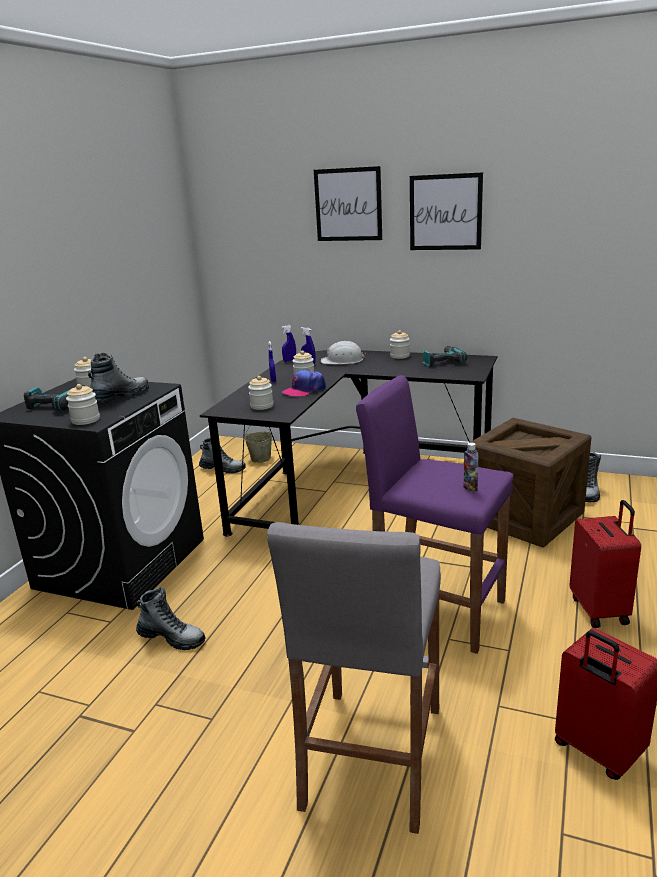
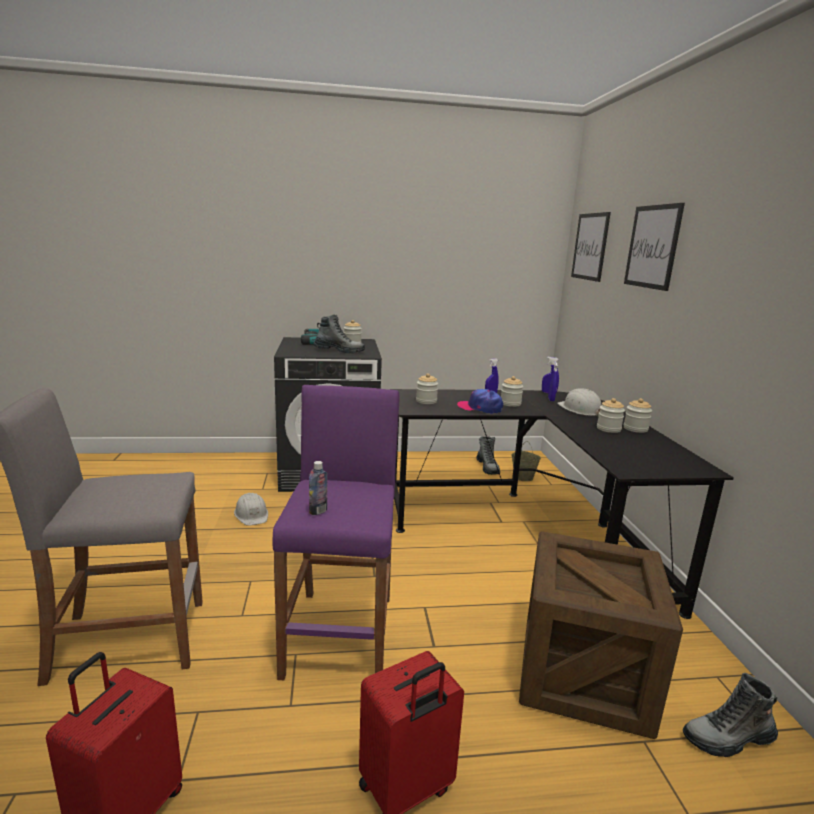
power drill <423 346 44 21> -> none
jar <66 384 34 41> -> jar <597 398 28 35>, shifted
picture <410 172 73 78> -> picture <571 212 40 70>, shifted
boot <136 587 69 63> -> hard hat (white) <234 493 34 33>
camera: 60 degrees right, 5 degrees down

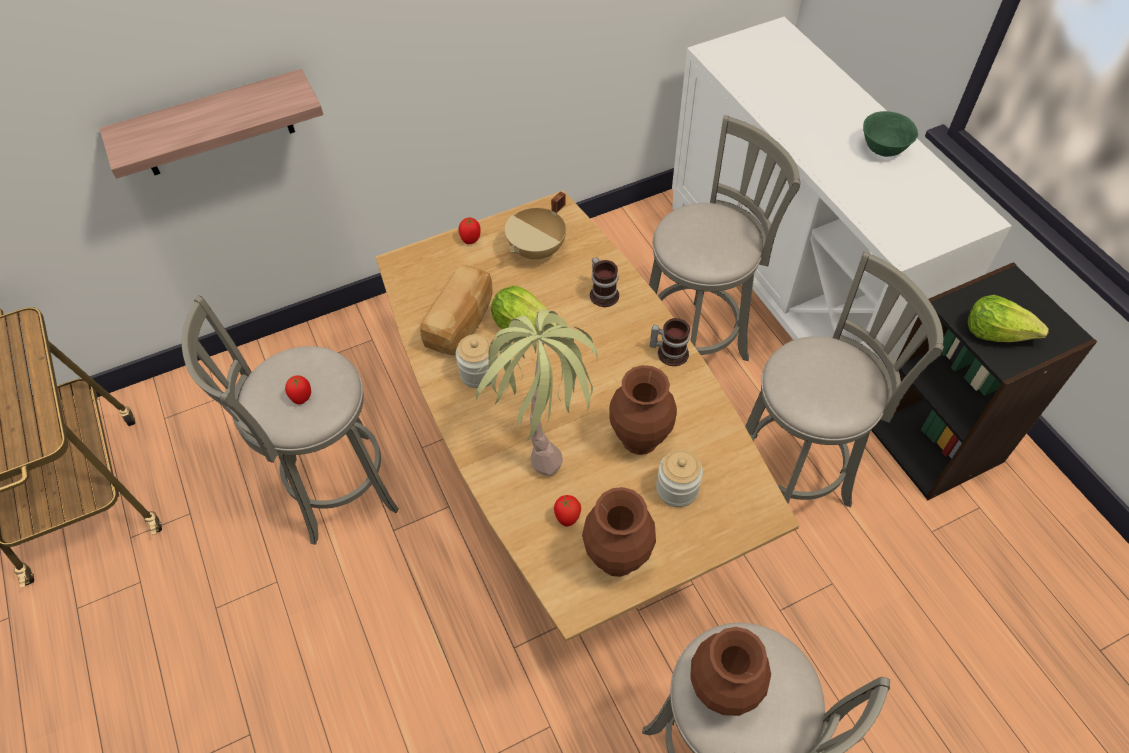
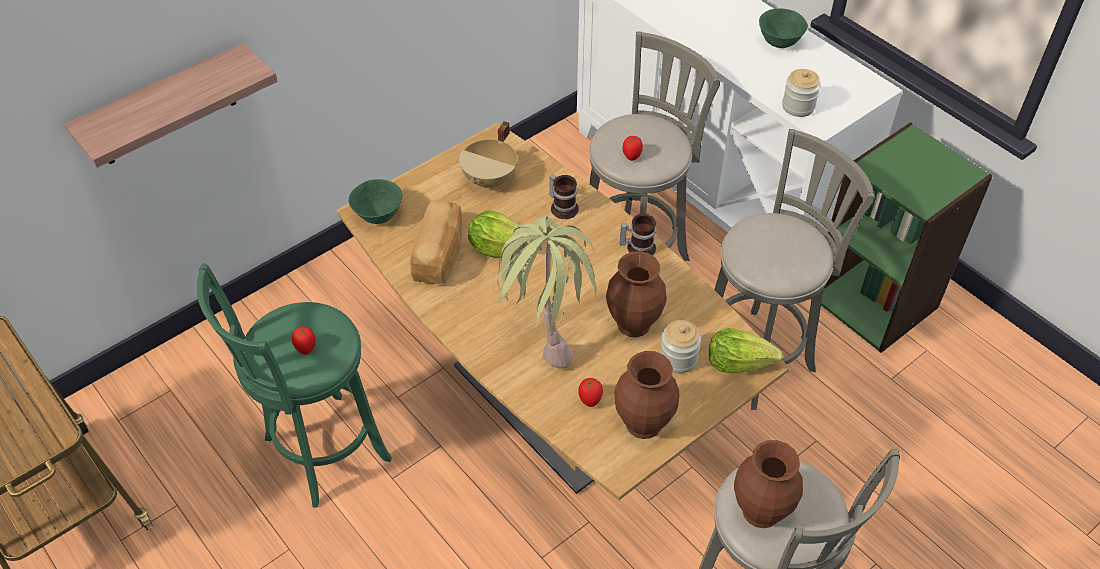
none -> bowl (green) <348 179 55 45>
jar <456 334 42 54> -> jar <782 69 39 48>, shifted
tomato <459 218 22 26> -> tomato <622 136 21 25>, shifted
lettuce <968 295 81 47> -> lettuce <709 328 74 45>, shifted
stool (grey) <182 296 217 249> -> stool (green) <197 263 195 245>
bookcase (black) <871 262 226 238> -> bookcase (green) <821 122 172 231>
camera: 15 degrees left, 5 degrees down

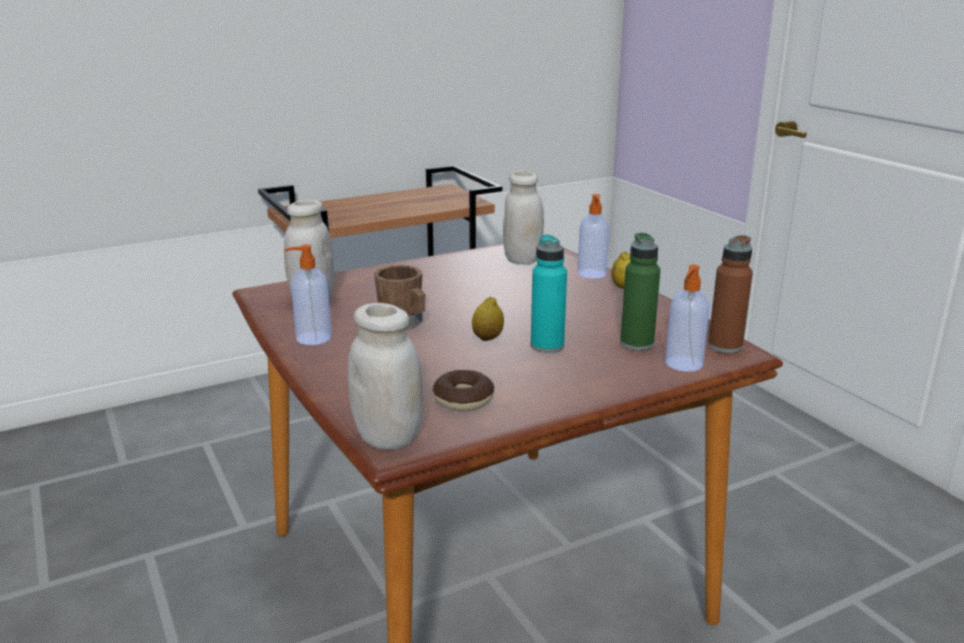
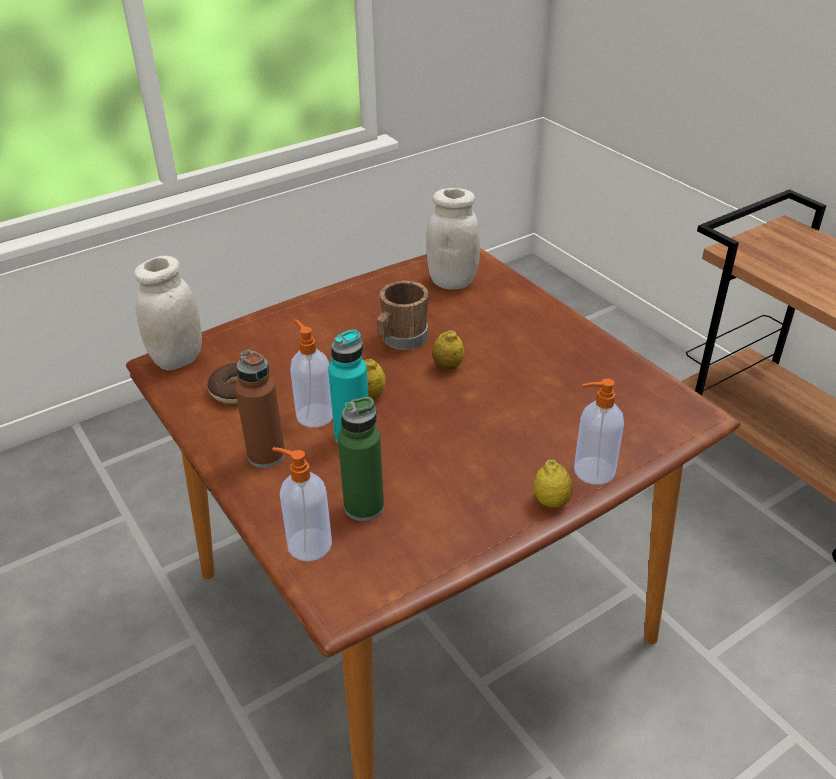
jar (white) <503 171 41 94> -> none
none -> lemon <432 330 32 40>
soap dispenser <284 244 48 101> -> soap dispenser <290 319 43 109>, shifted
bottle (brown) <708 235 45 118> -> bottle (brown) <235 350 50 118>, shifted
camera: 85 degrees right, 15 degrees up

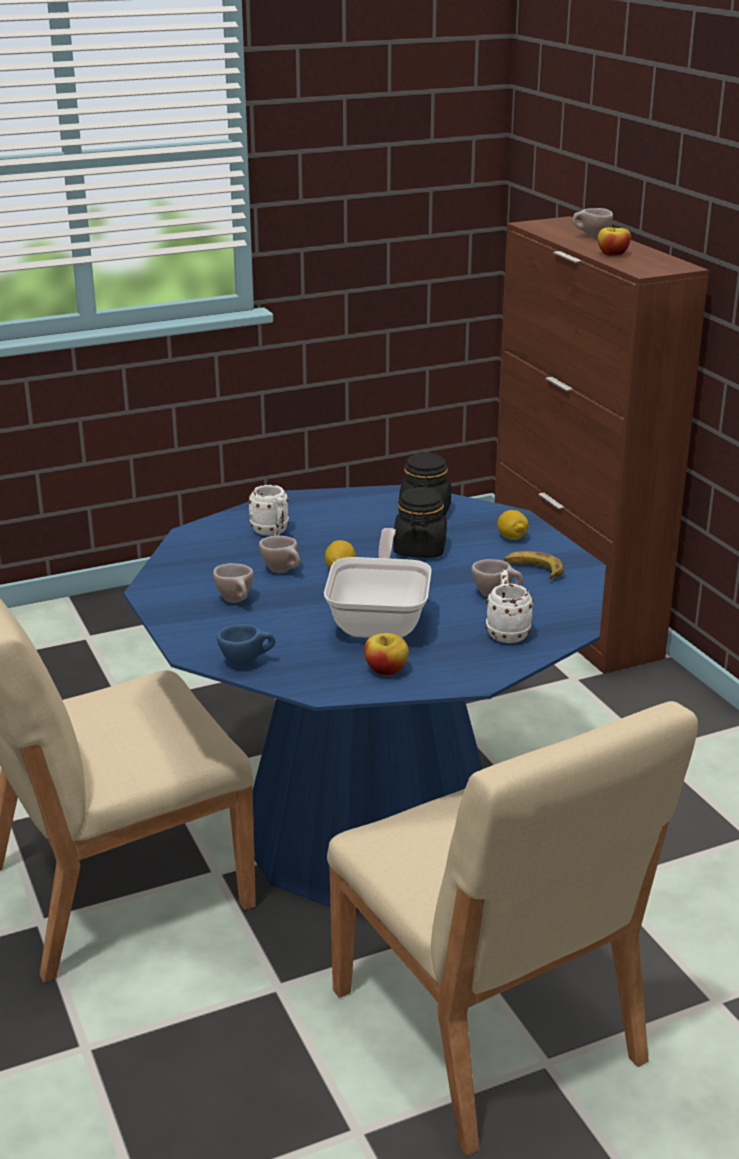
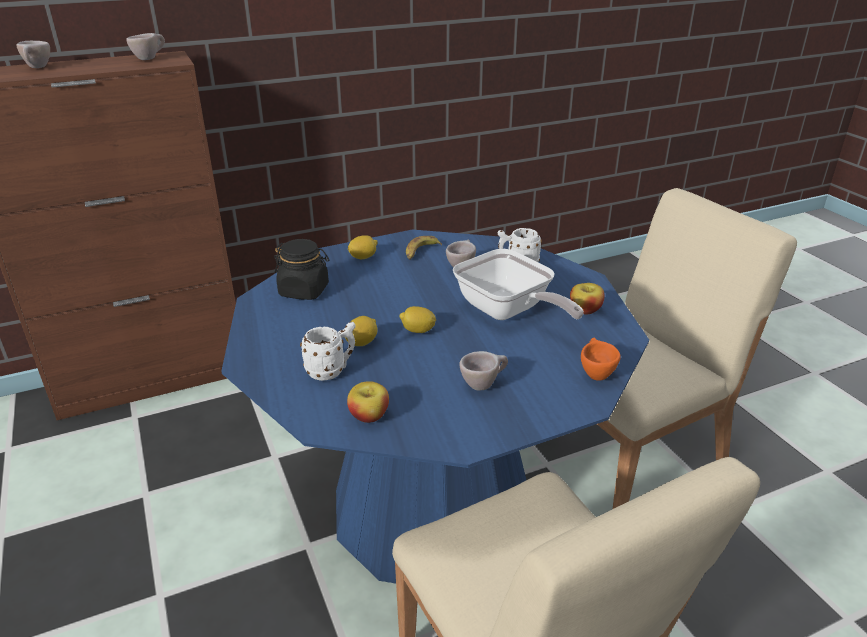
jar (black) <393 487 54 71> -> none
none -> lemon <345 316 33 30>
cup (beige) <259 536 41 37> -> cup (beige) <126 33 39 27>, shifted
apple <598 227 33 29> -> apple <347 381 42 42>, shifted
cup (blue) <217 624 58 43> -> cup (orange) <581 338 40 43>
frying pan <324 528 108 110> -> frying pan <453 249 131 71>, 135 degrees counterclockwise
camera: 90 degrees left, 5 degrees up

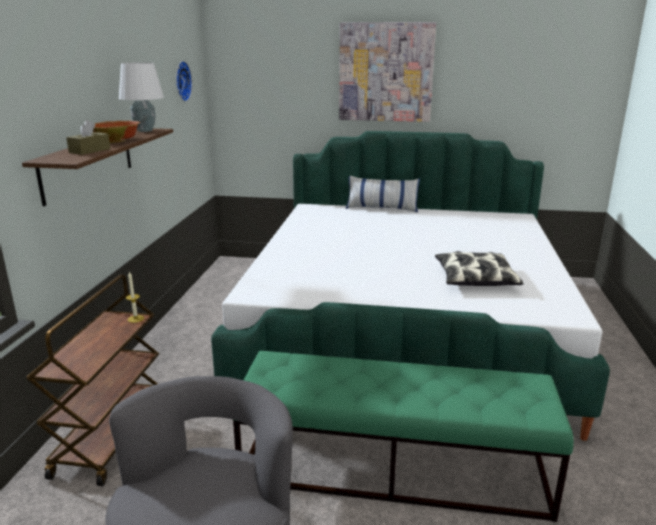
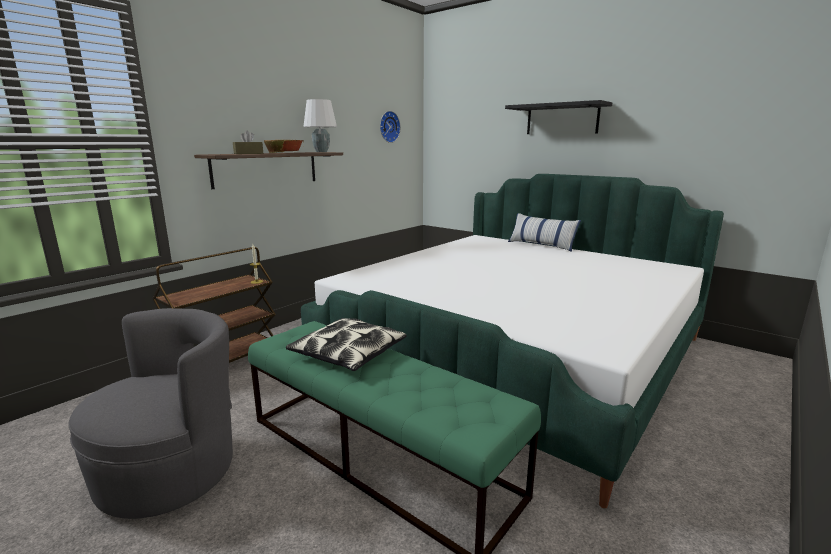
pillow <435 251 89 35> -> pillow <286 318 121 53>, shifted
picture <339 22 97 100> -> shelf (black) <505 100 107 34>
camera: 30 degrees right, 5 degrees down

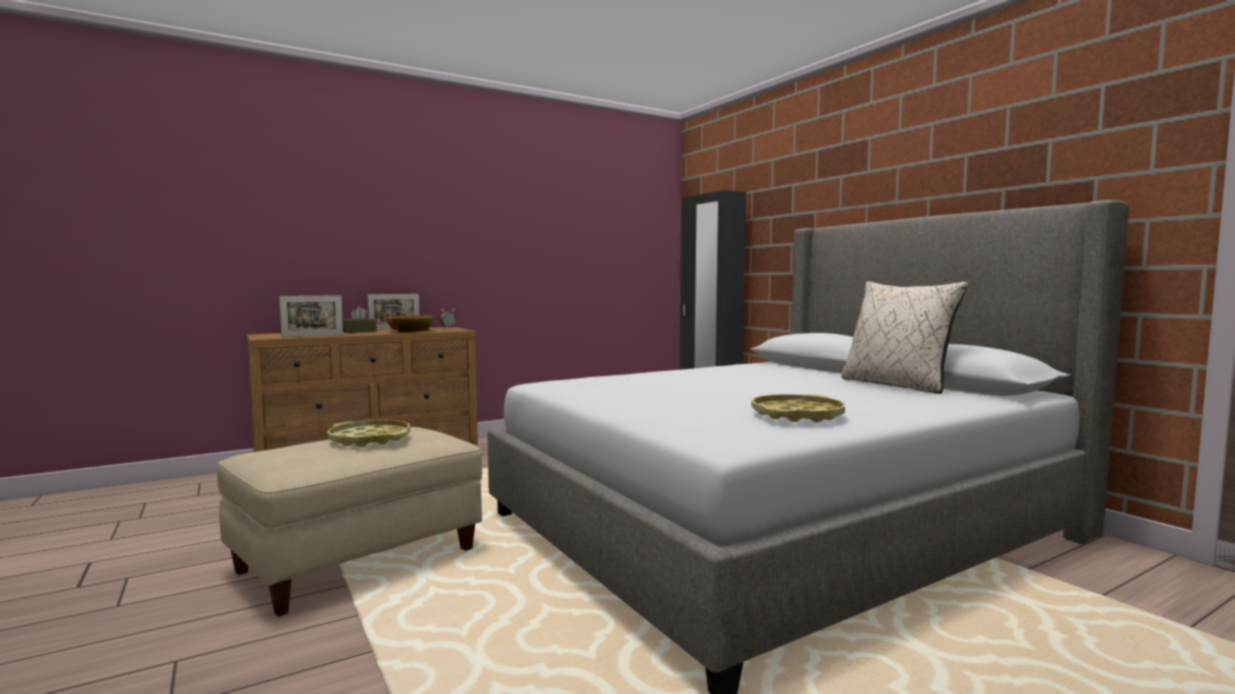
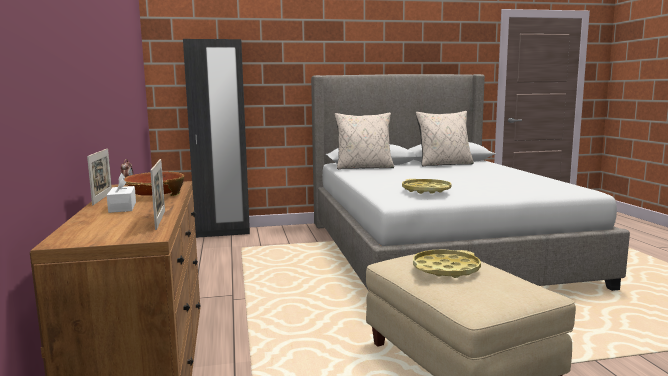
none -> pillow (beige) <335 112 59 57>
tray (yellow) <751 394 94 29> -> tray (yellow) <402 179 49 15>, shifted
tissue box (brown) <342 307 35 26> -> tissue box (white) <107 173 29 40>
camera: 70 degrees left, 5 degrees up

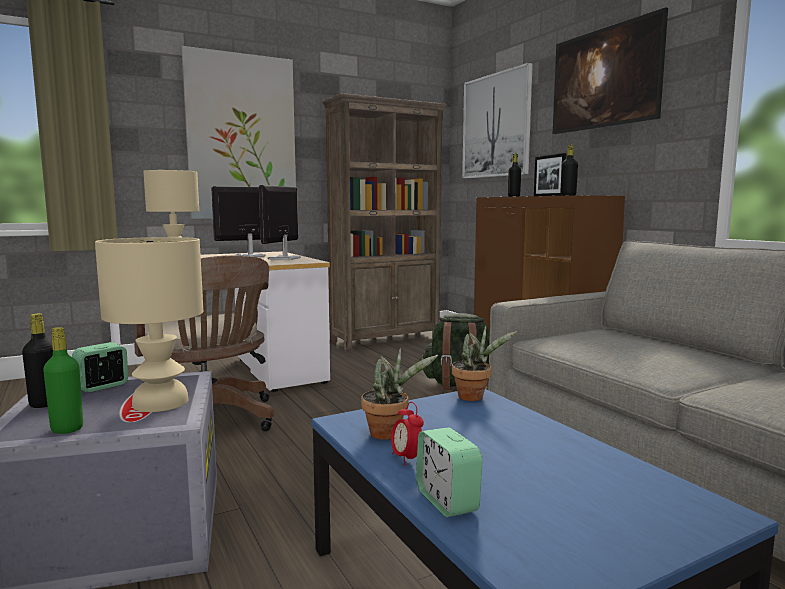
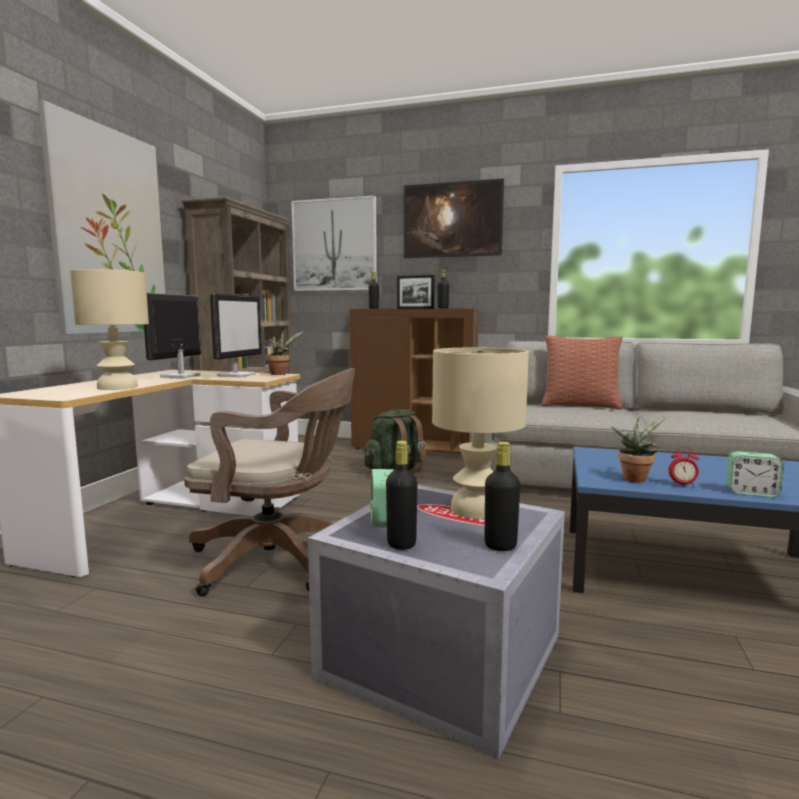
none -> pillow <542 335 80 75>
potted plant <452 325 65 76> -> potted plant <266 331 38 44>, shifted
bottle (green) <43 327 40 107> -> bottle (black) <485 442 35 109>
monitor <259 185 42 75> -> monitor <210 293 52 84>, 135 degrees counterclockwise
camera: 45 degrees left, 0 degrees up

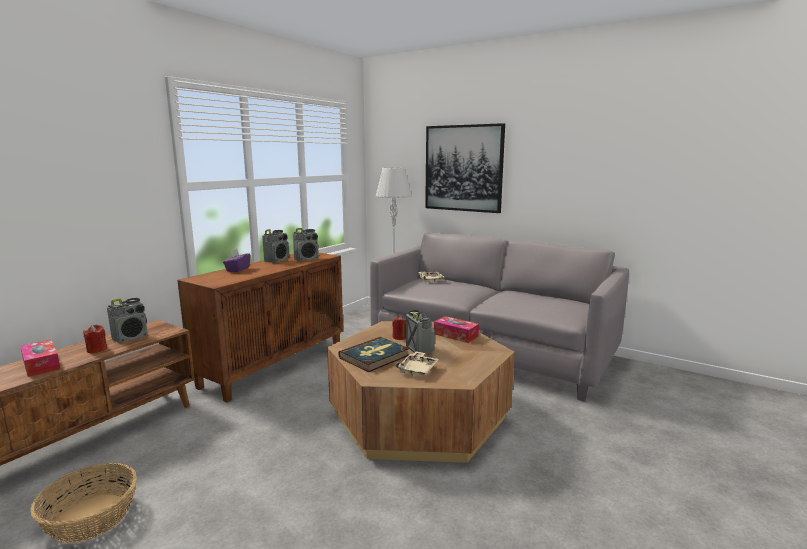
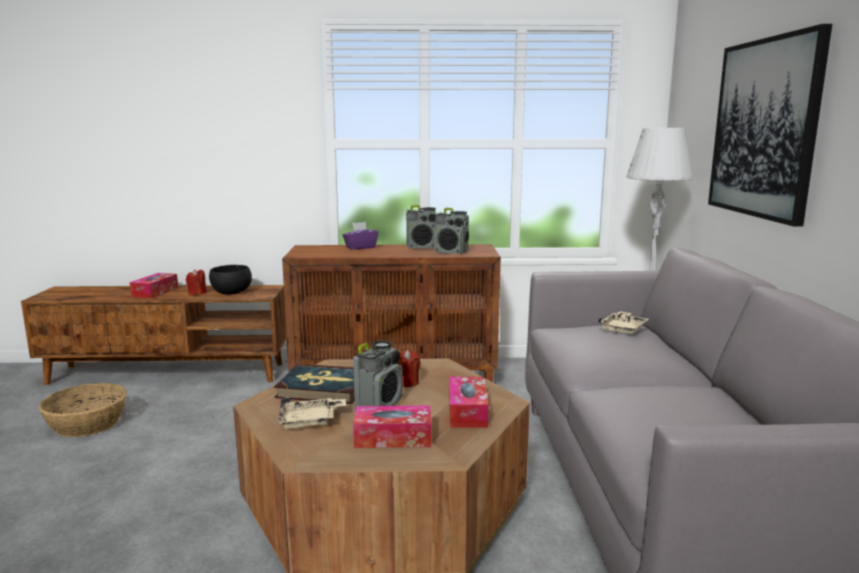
none -> tissue box <353 405 78 43>
radio <107 298 41 45> -> bowl (black) <209 265 43 30>
camera: 55 degrees right, 0 degrees up

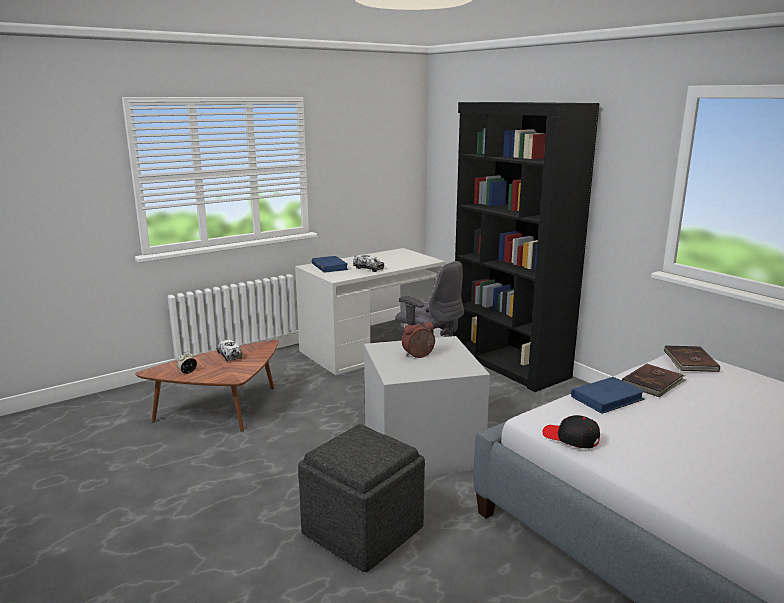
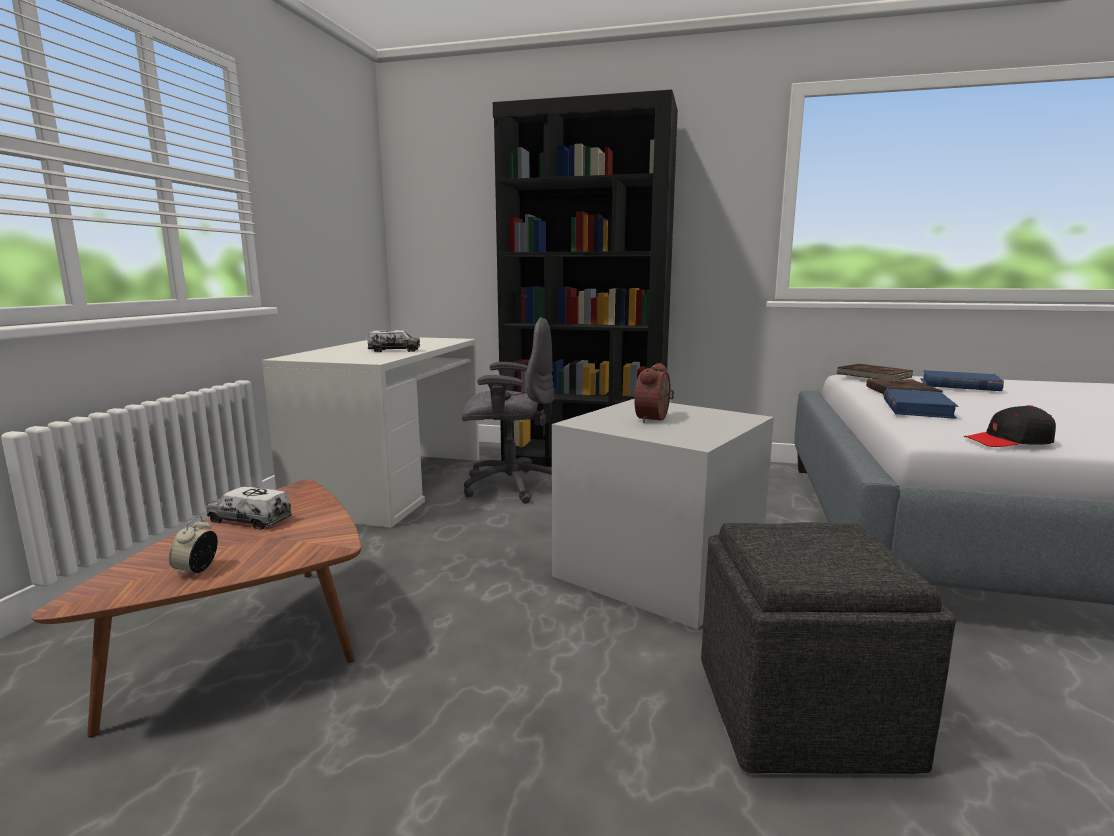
book (blue) <312 256 36 17> -> book (blue) <921 370 83 21>, shifted
camera: 40 degrees left, 5 degrees down

